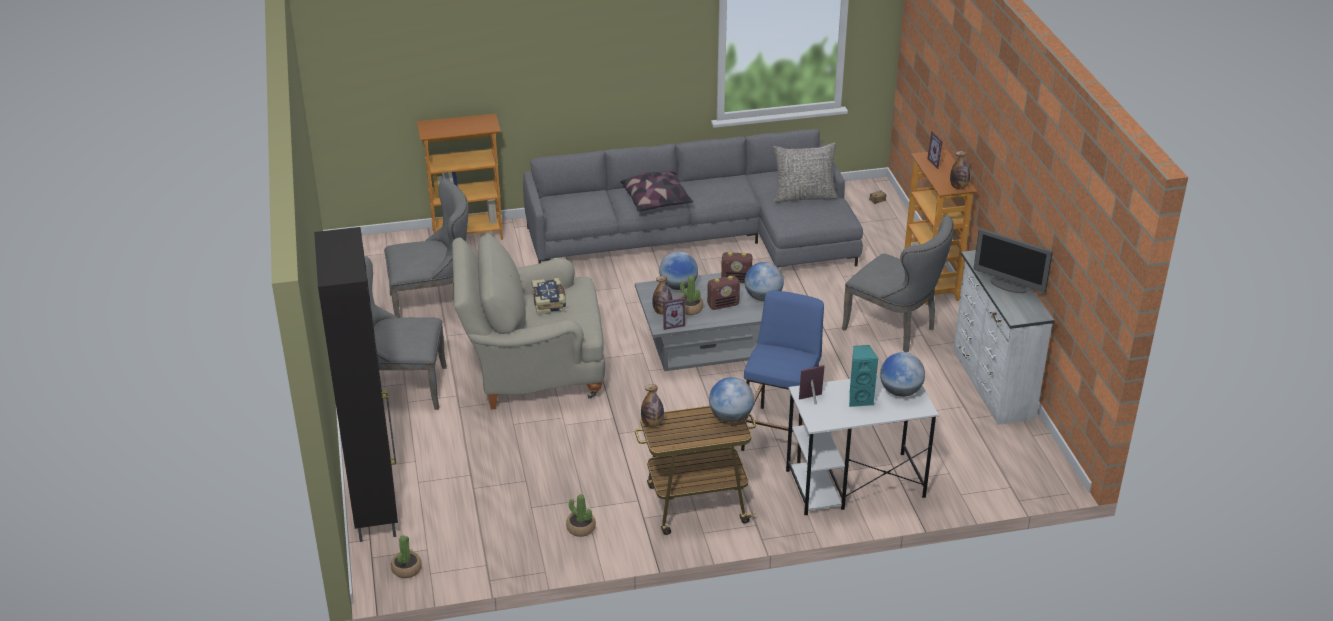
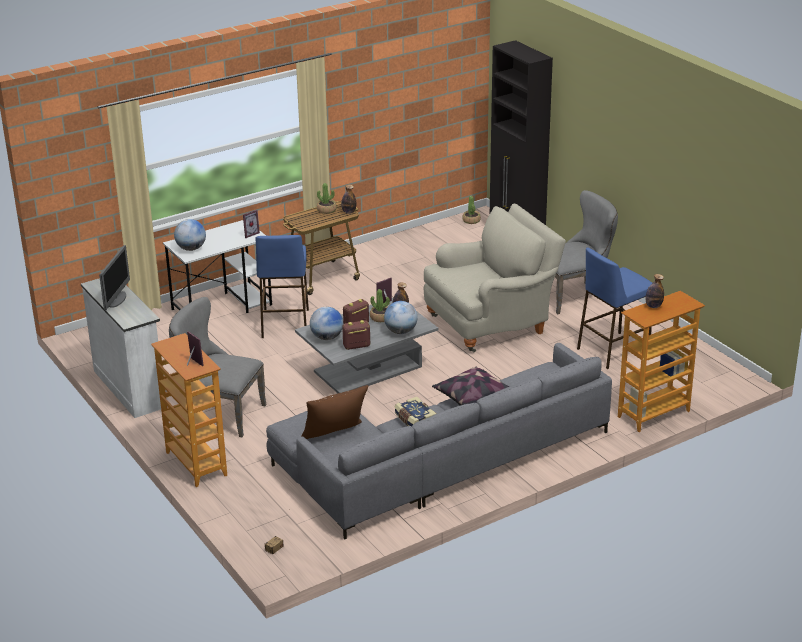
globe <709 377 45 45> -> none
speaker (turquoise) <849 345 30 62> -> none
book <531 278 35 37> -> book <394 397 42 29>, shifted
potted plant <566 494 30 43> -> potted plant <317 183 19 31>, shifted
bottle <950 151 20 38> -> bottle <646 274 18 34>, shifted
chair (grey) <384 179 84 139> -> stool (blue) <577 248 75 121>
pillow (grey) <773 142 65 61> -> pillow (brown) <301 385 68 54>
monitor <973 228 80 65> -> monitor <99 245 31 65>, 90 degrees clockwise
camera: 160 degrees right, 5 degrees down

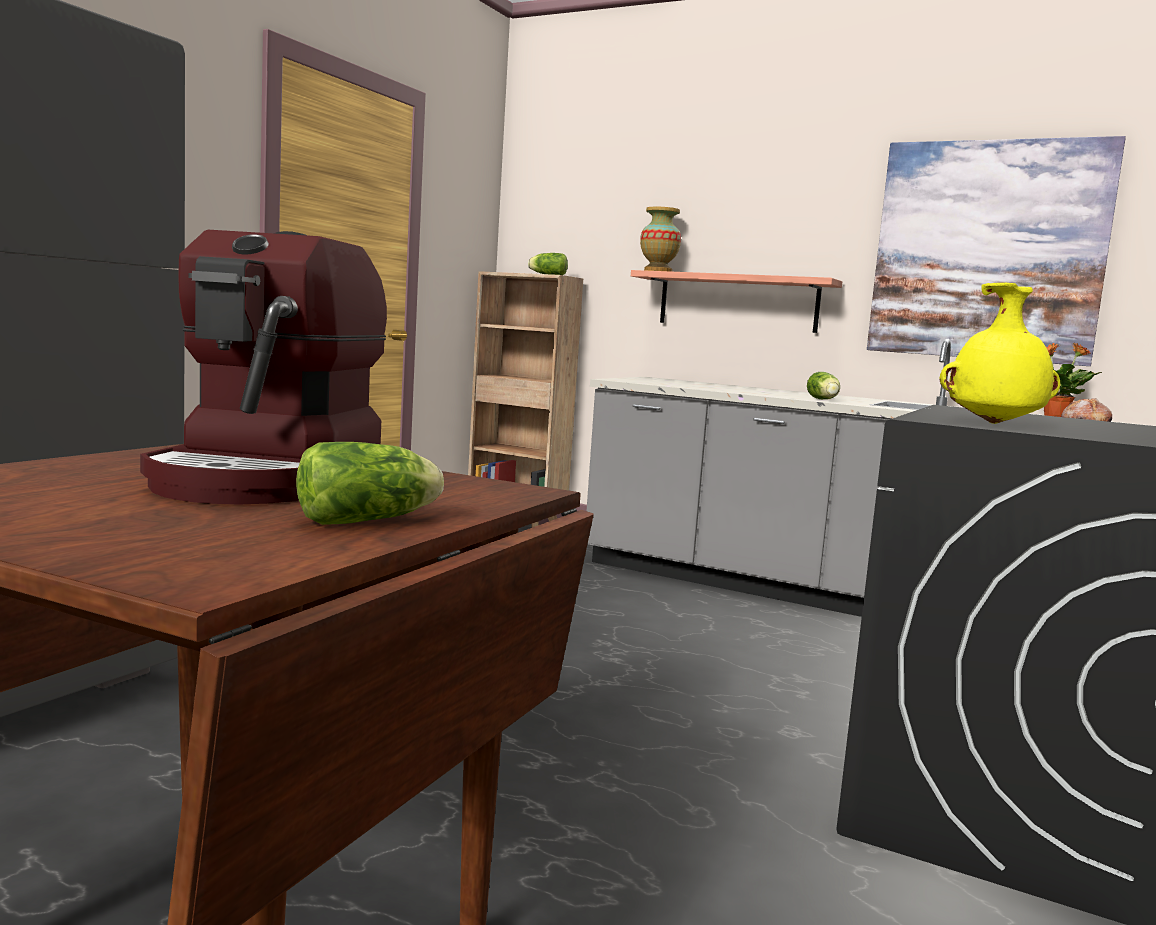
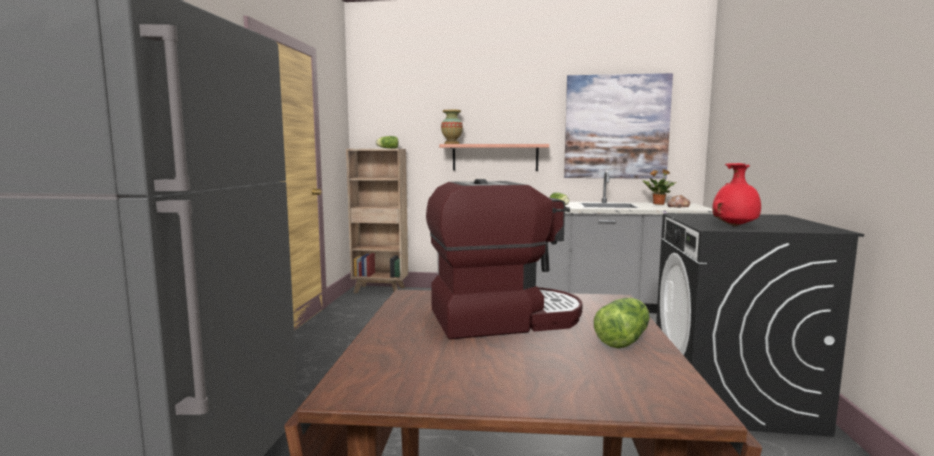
vase (yellow) <939 283 121 141> -> vase (red) <712 163 49 63>
coffee machine <140 230 247 274> -> coffee machine <426 179 157 160>, 90 degrees counterclockwise
camera: 20 degrees left, 0 degrees up

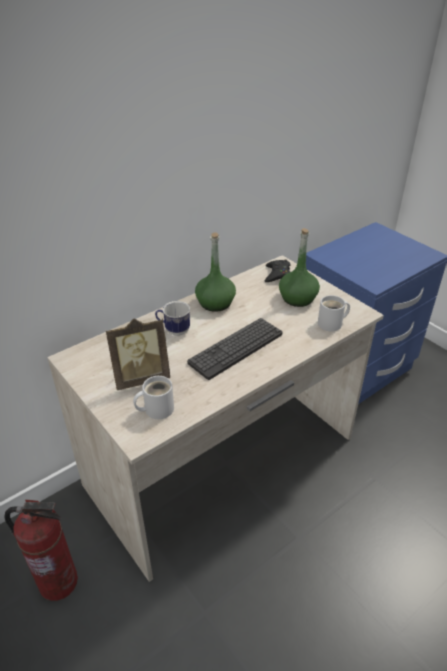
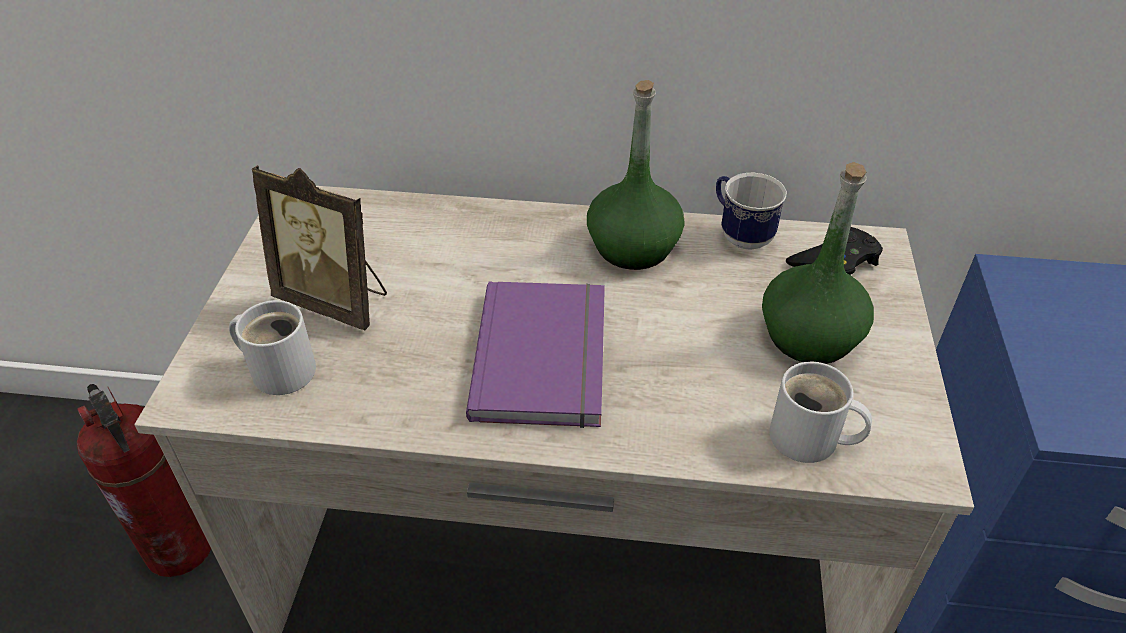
mug <155 301 35 35> -> mug <716 172 71 78>, shifted
keyboard <187 318 95 62> -> book (purple) <466 281 139 147>
camera: 45 degrees right, 5 degrees up

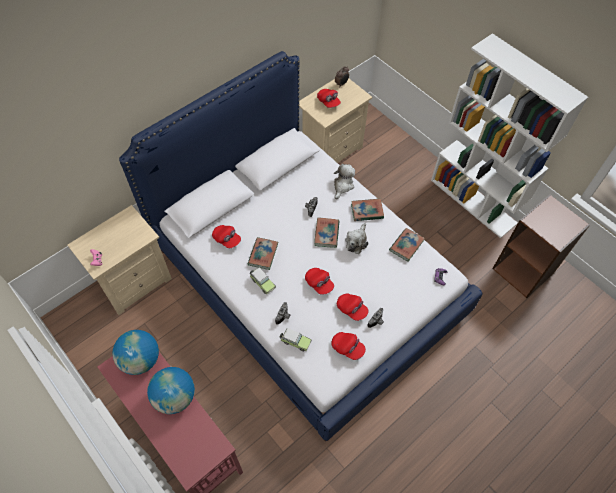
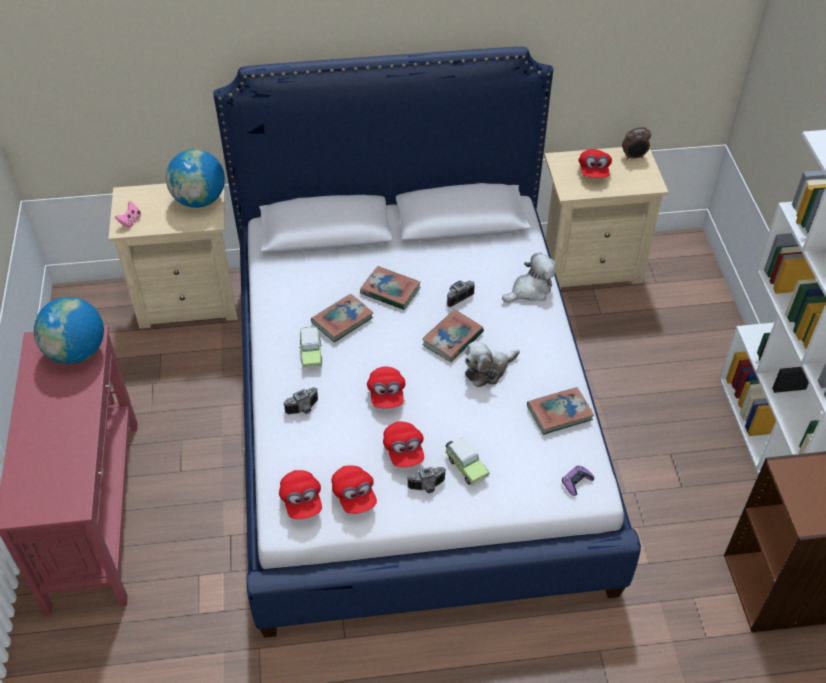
globe <147 367 48 47> -> globe <166 149 59 59>, shifted
cap (red) <212 225 29 23> -> cap (red) <279 470 43 49>, shifted
toy car <280 328 32 24> -> toy car <445 437 45 48>, shifted
book <351 198 33 23> -> book <360 266 61 44>, shifted
camera: 35 degrees right, 10 degrees down

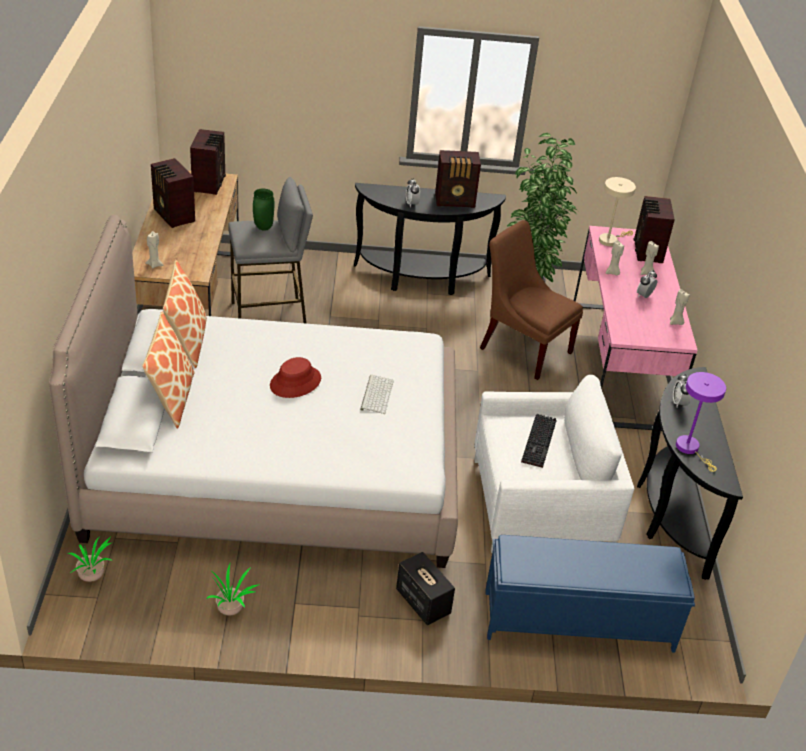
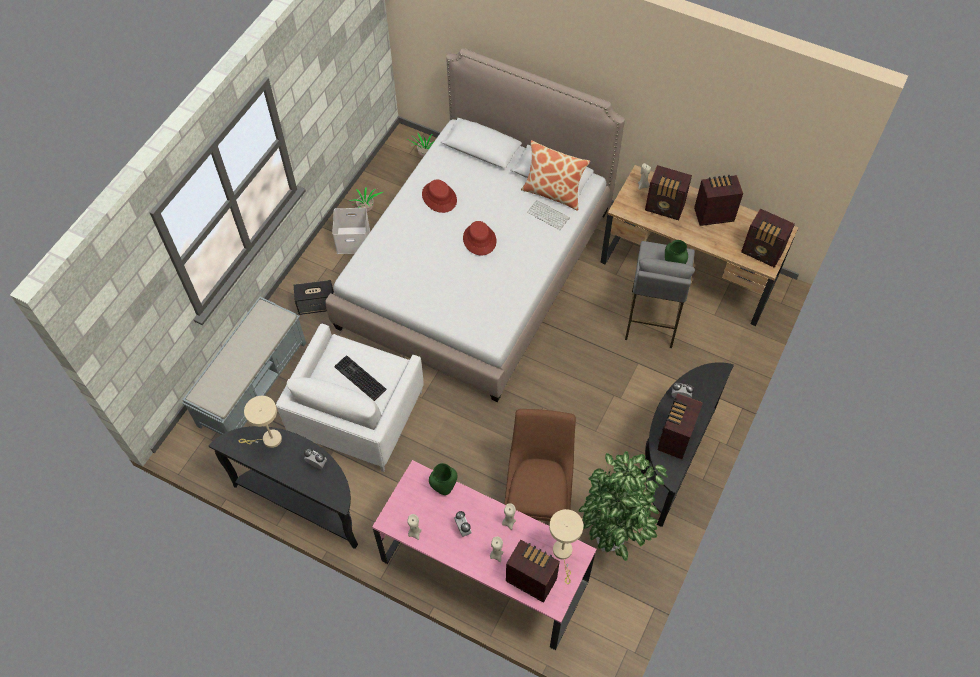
pillow <142 312 53 117> -> none
none -> storage box (white) <332 208 38 46>
none -> hat (red) <422 180 35 33>
none -> vase (green) <429 463 29 32>
none -> radio <645 165 47 55>
keyboard <360 375 34 39> -> keyboard <527 200 43 30>, shifted
bench (blue) <485 535 210 118> -> bench (grey) <182 297 124 138>
table lamp (purple) <676 372 50 100> -> table lamp (beige) <239 396 43 52>
chair (brown) <480 220 103 160> -> chair (brown) <504 409 72 112>, 60 degrees counterclockwise
camera: 120 degrees right, 20 degrees up

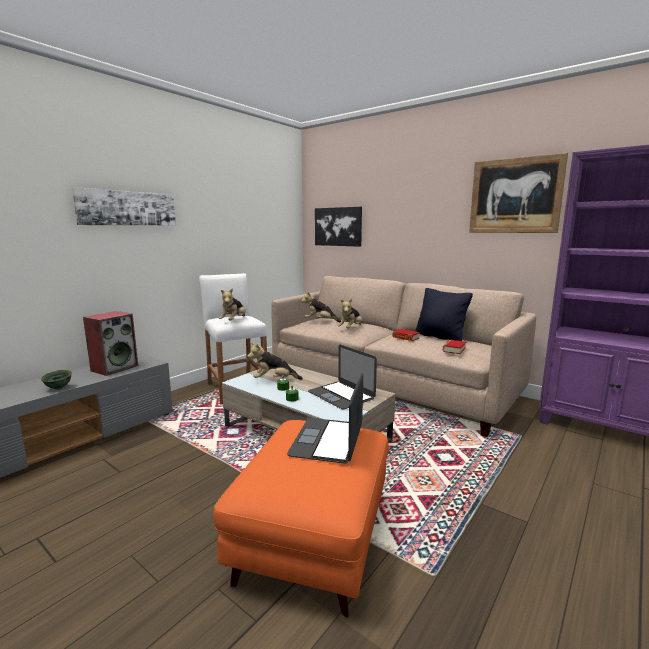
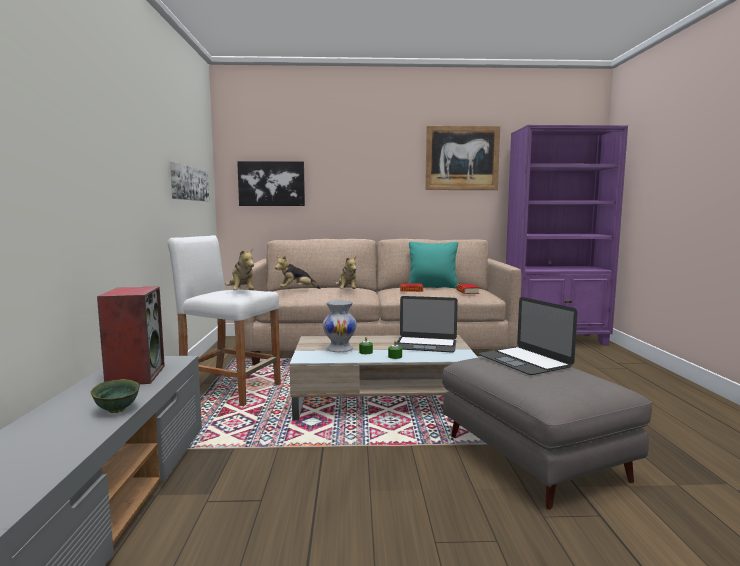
picture <72 187 104 39> -> picture <170 162 39 39>, shifted
plush toy <247 343 56 37> -> vase (white) <323 300 34 52>
ottoman (orange) <213 420 176 197> -> ottoman (grey) <442 357 210 153>
pillow (black) <415 288 58 53> -> pillow (turquoise) <409 242 49 47>
camera: 40 degrees left, 5 degrees down

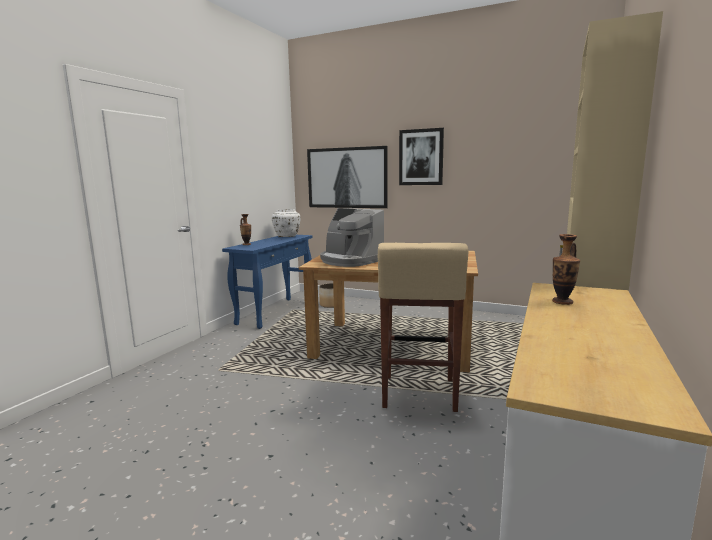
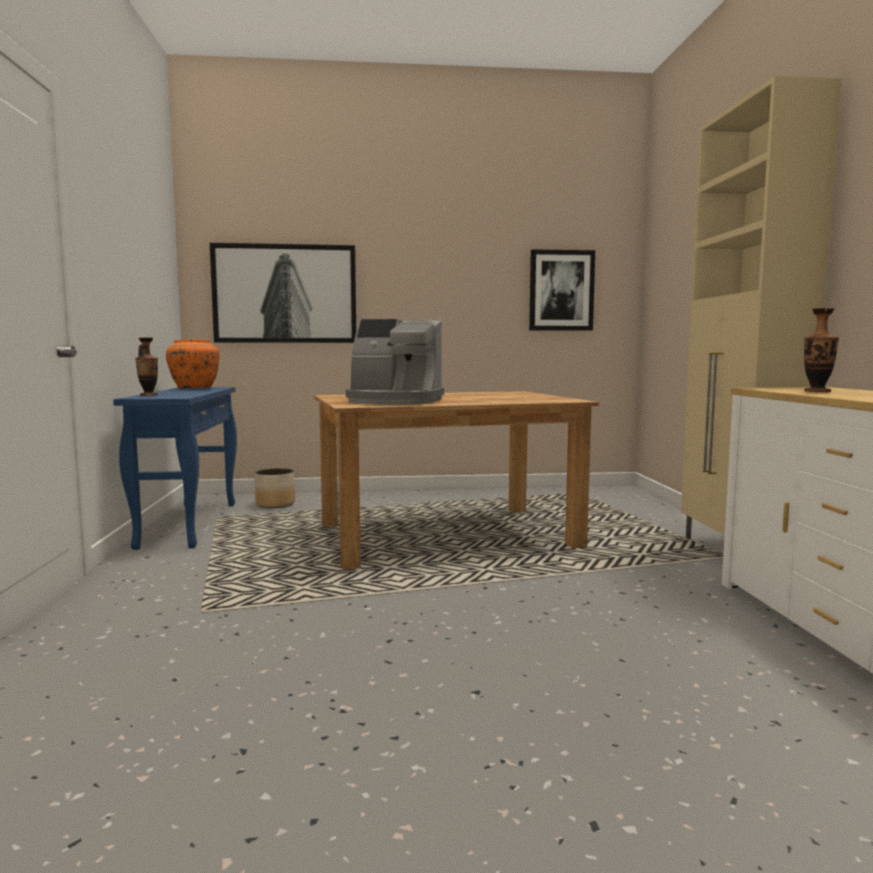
stool (beige) <378 243 91 169> -> none
picture <399 128 45 57> -> picture <529 249 66 82>, shifted
vase (white) <272 209 29 28> -> vase (orange) <166 339 54 49>
camera: 30 degrees left, 5 degrees down

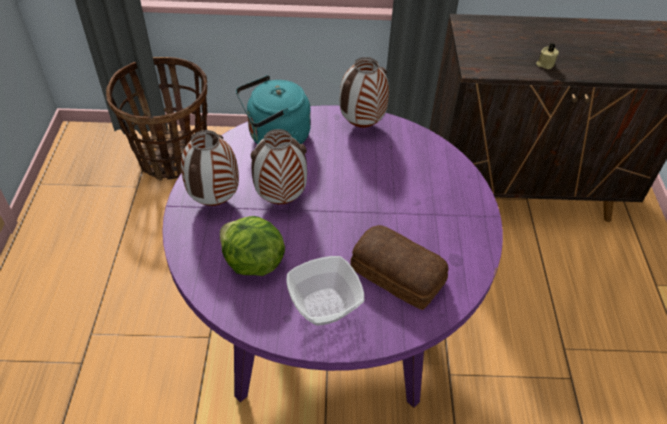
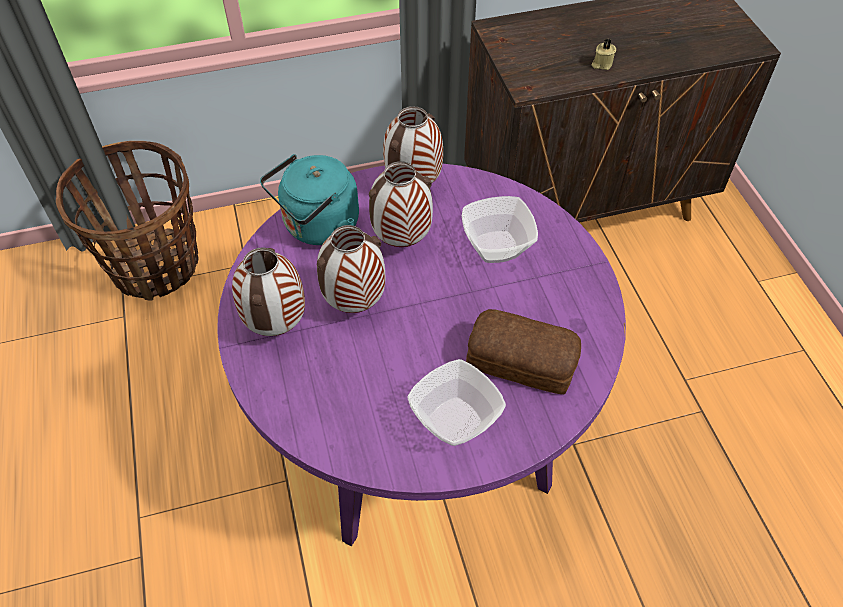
lettuce <220 216 65 60> -> none
none -> vase <369 161 64 86>
none -> bowl <462 196 76 67>
camera: 15 degrees left, 5 degrees up

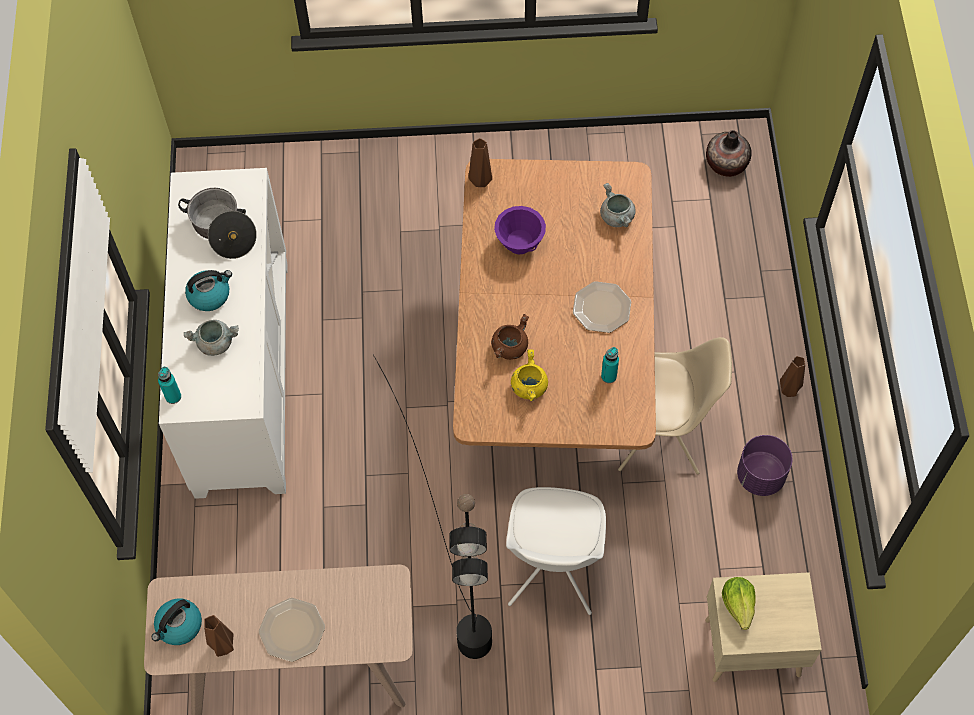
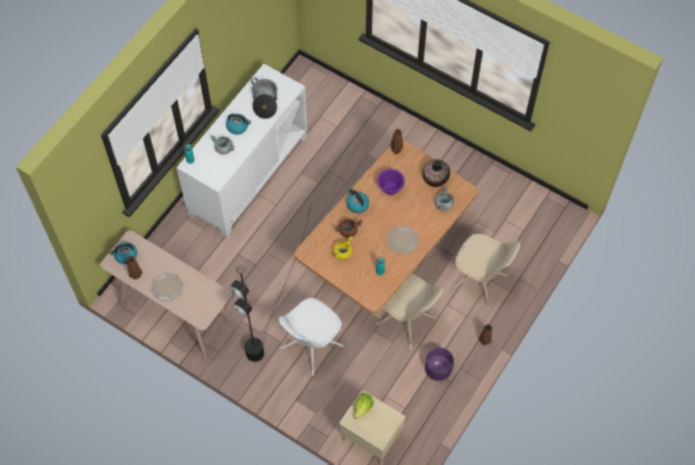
none -> kettle <346 188 23 25>
none -> chair (beige) <450 234 71 75>
vase <706 130 46 47> -> vase <423 159 27 28>, shifted
camera: 35 degrees right, 0 degrees up

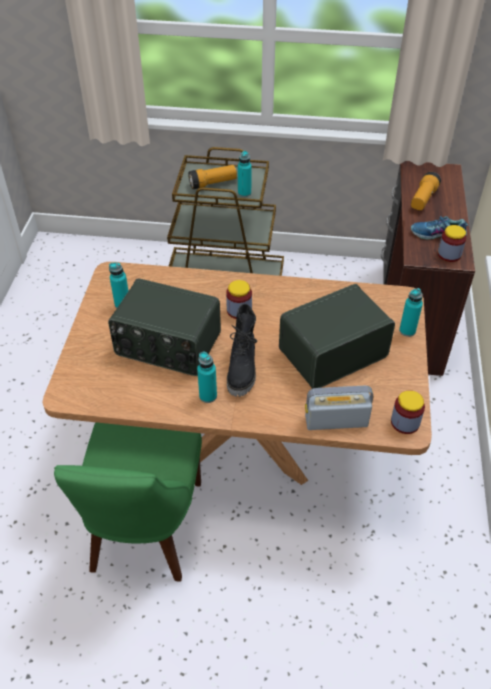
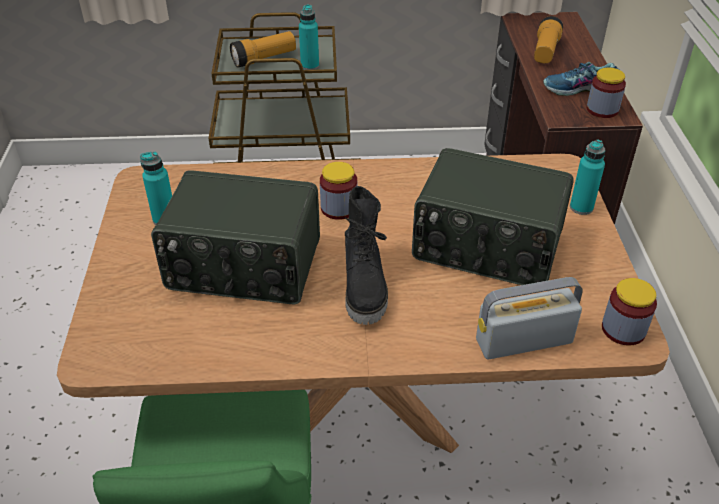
bottle (turquoise) <197 351 20 52> -> none
radio <279 284 116 105> -> radio <412 148 162 137>, 120 degrees counterclockwise
camera: 10 degrees left, 5 degrees down

